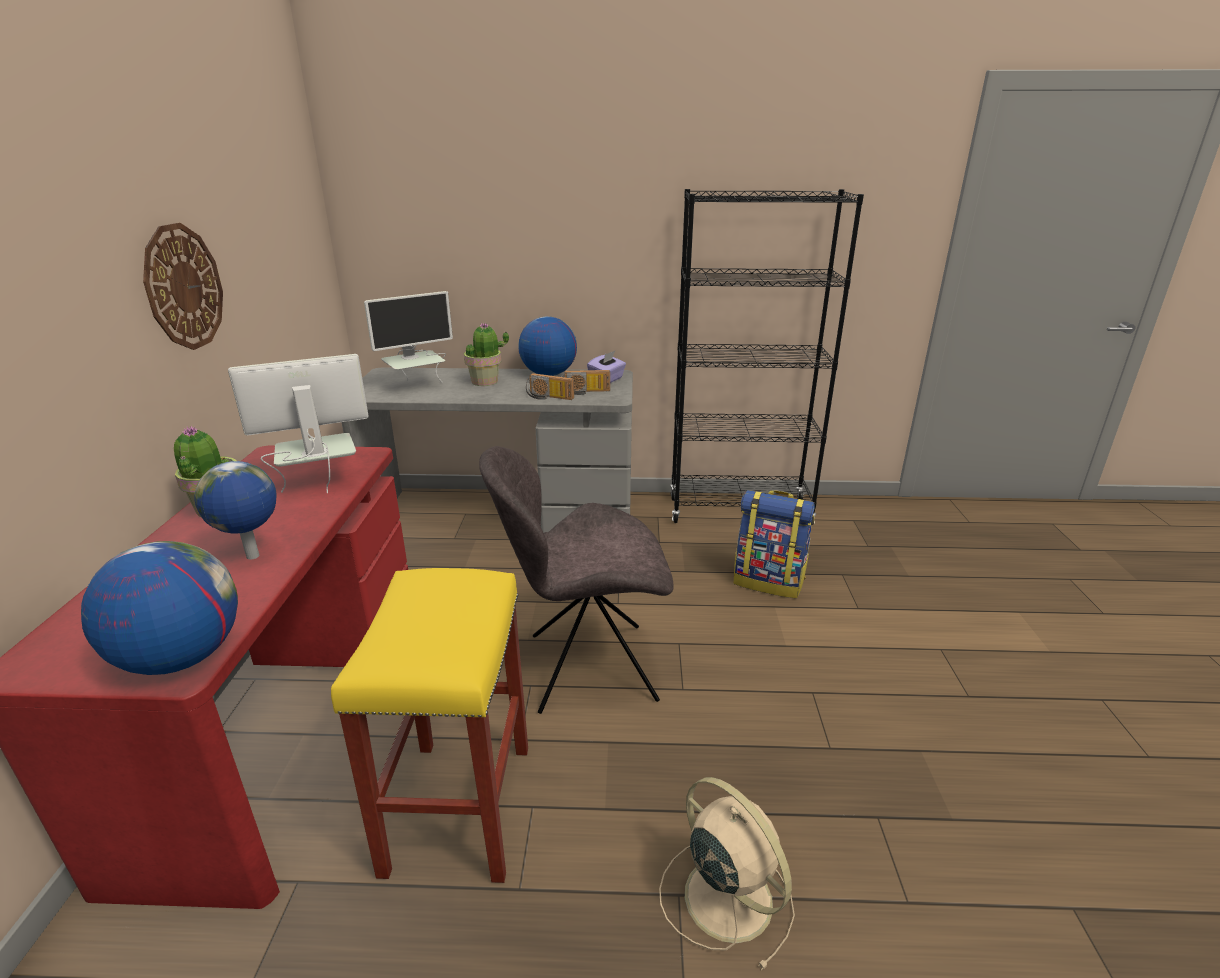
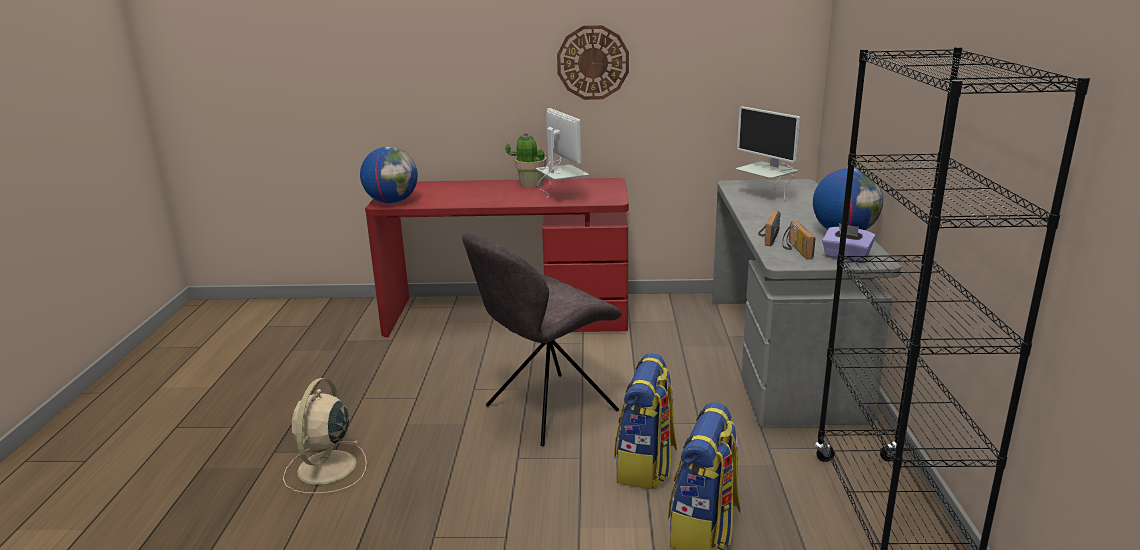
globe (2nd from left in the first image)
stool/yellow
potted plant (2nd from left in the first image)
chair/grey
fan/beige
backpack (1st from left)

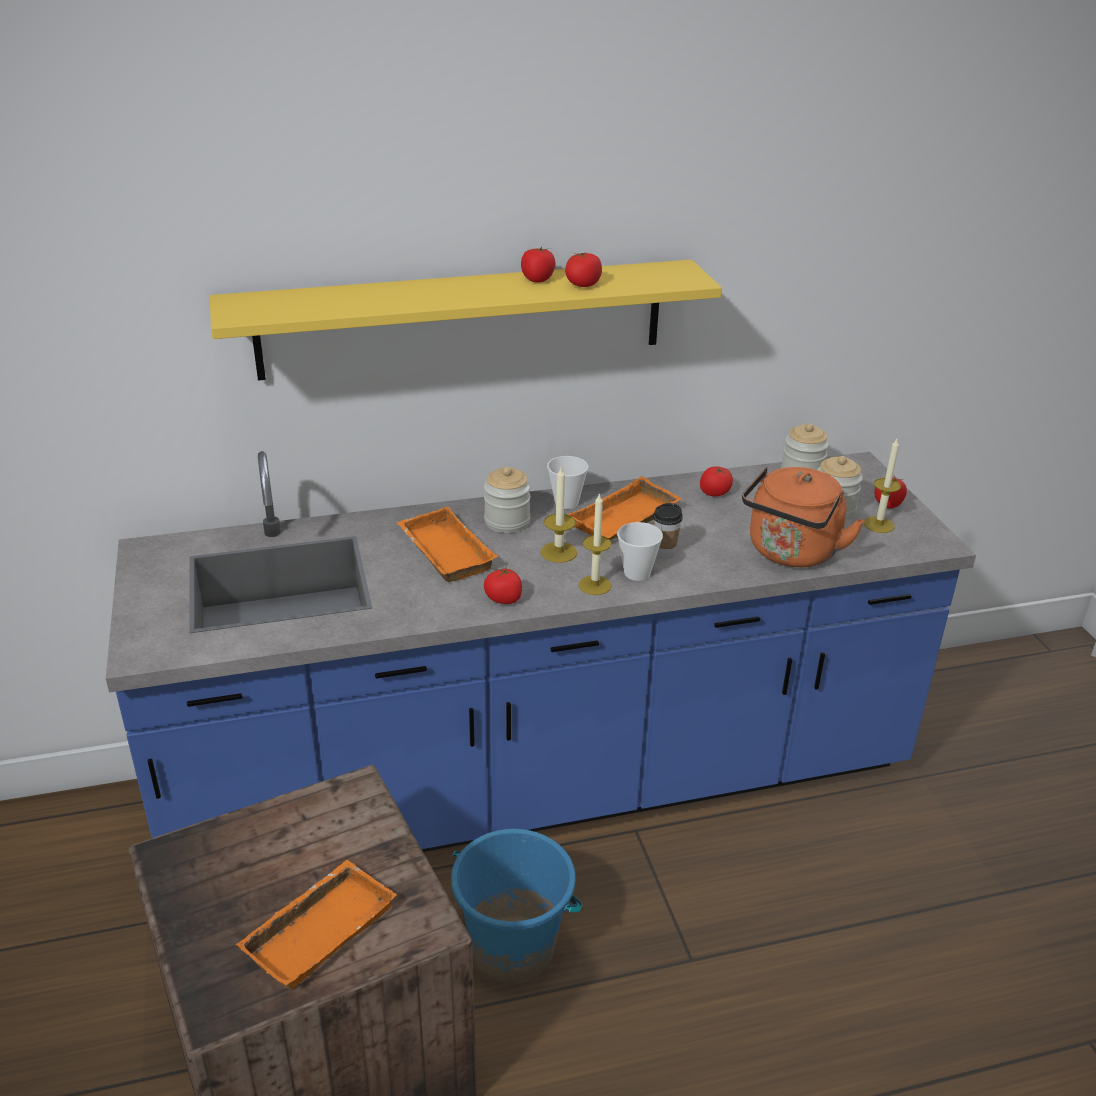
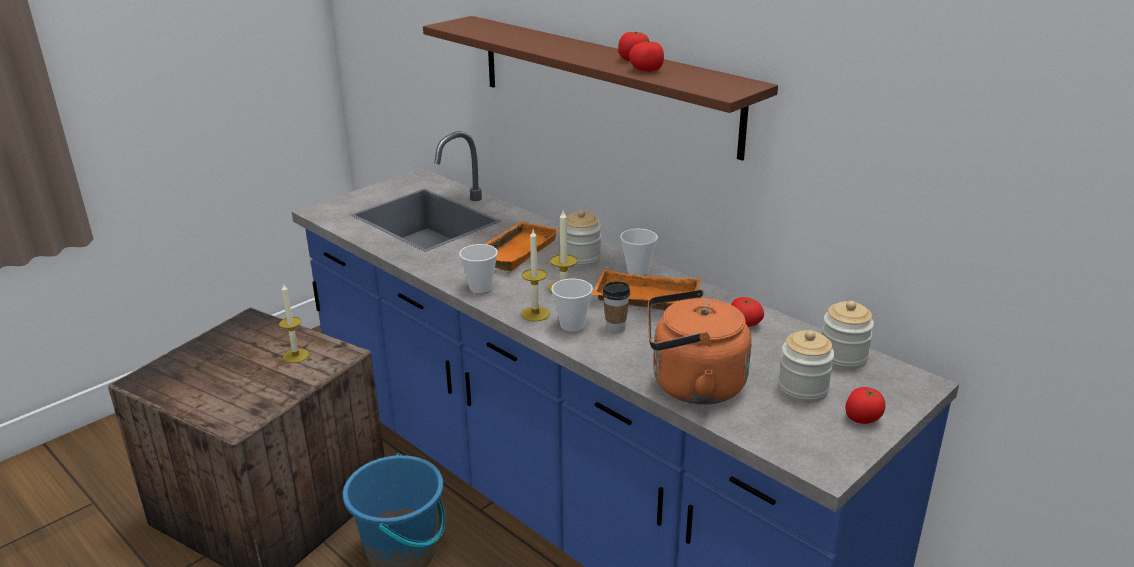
shelf/brown
tray/orange (1st from left in the first image)
cup (1st from left)
candle (1st from left)

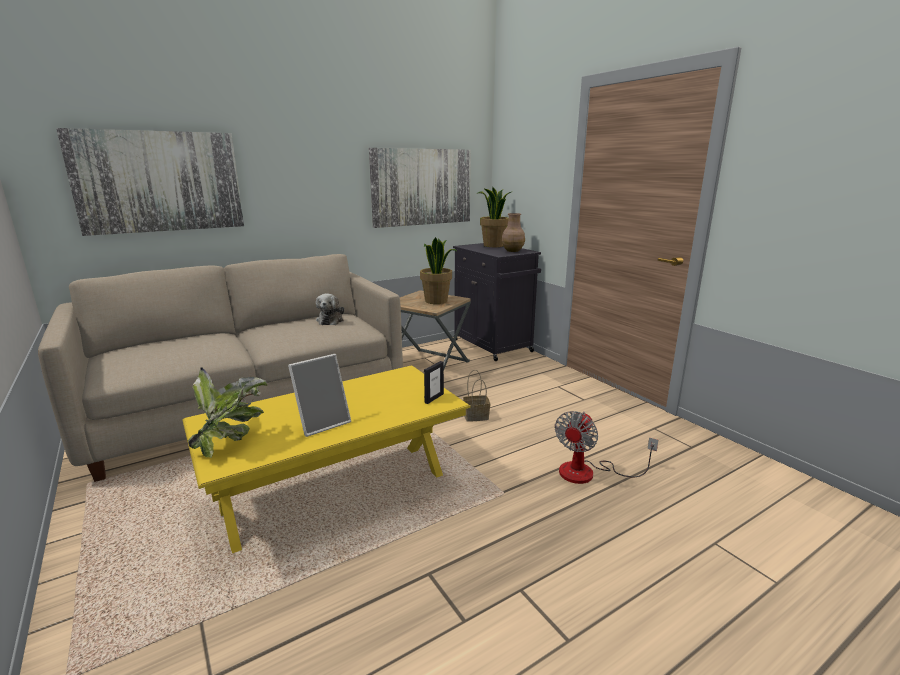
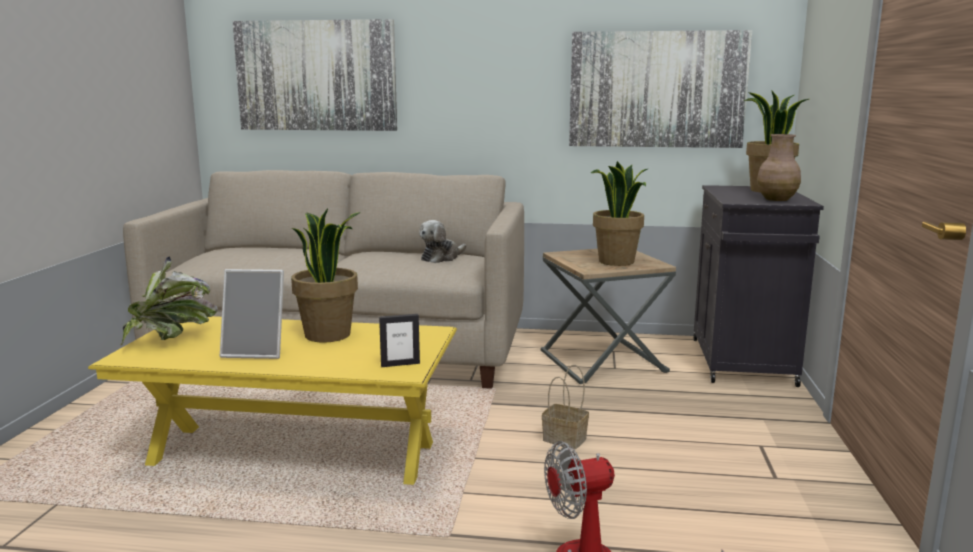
potted plant (2nd from left)

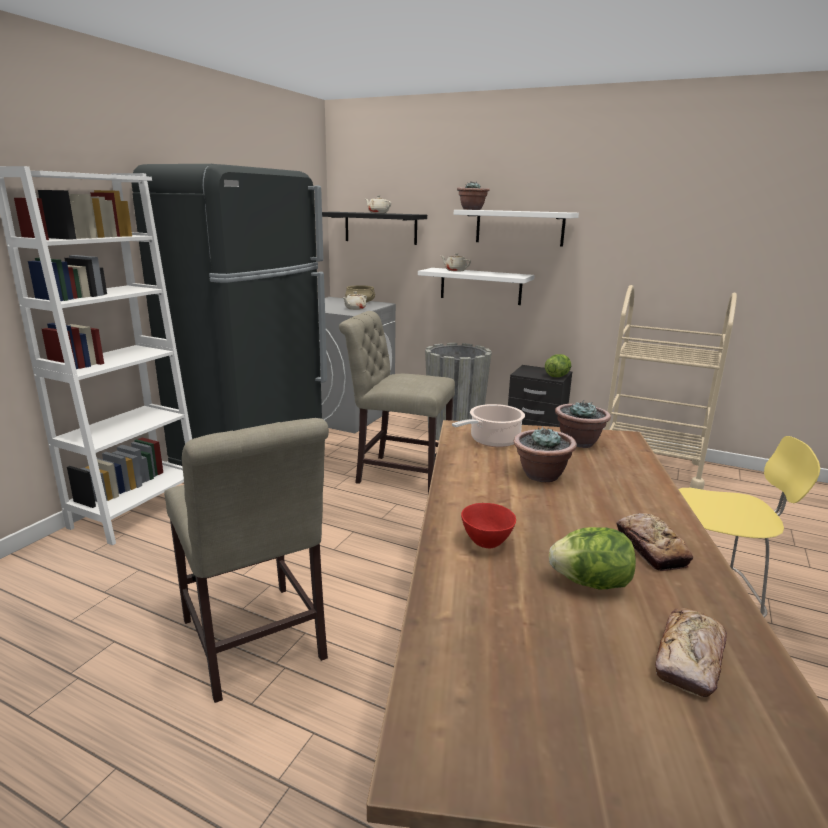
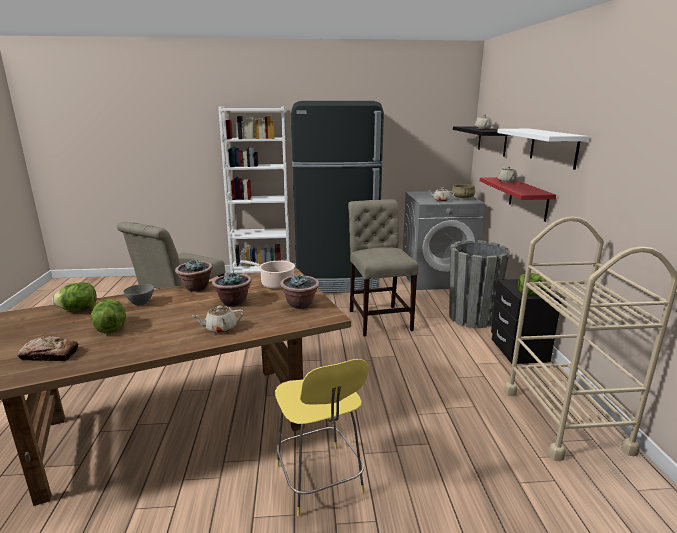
shelf/red
potted plant (1st from left)
bowl/grey
bread (1st from left in the first image)
lettuce (1st from left)
teapot/beige (1st from left)

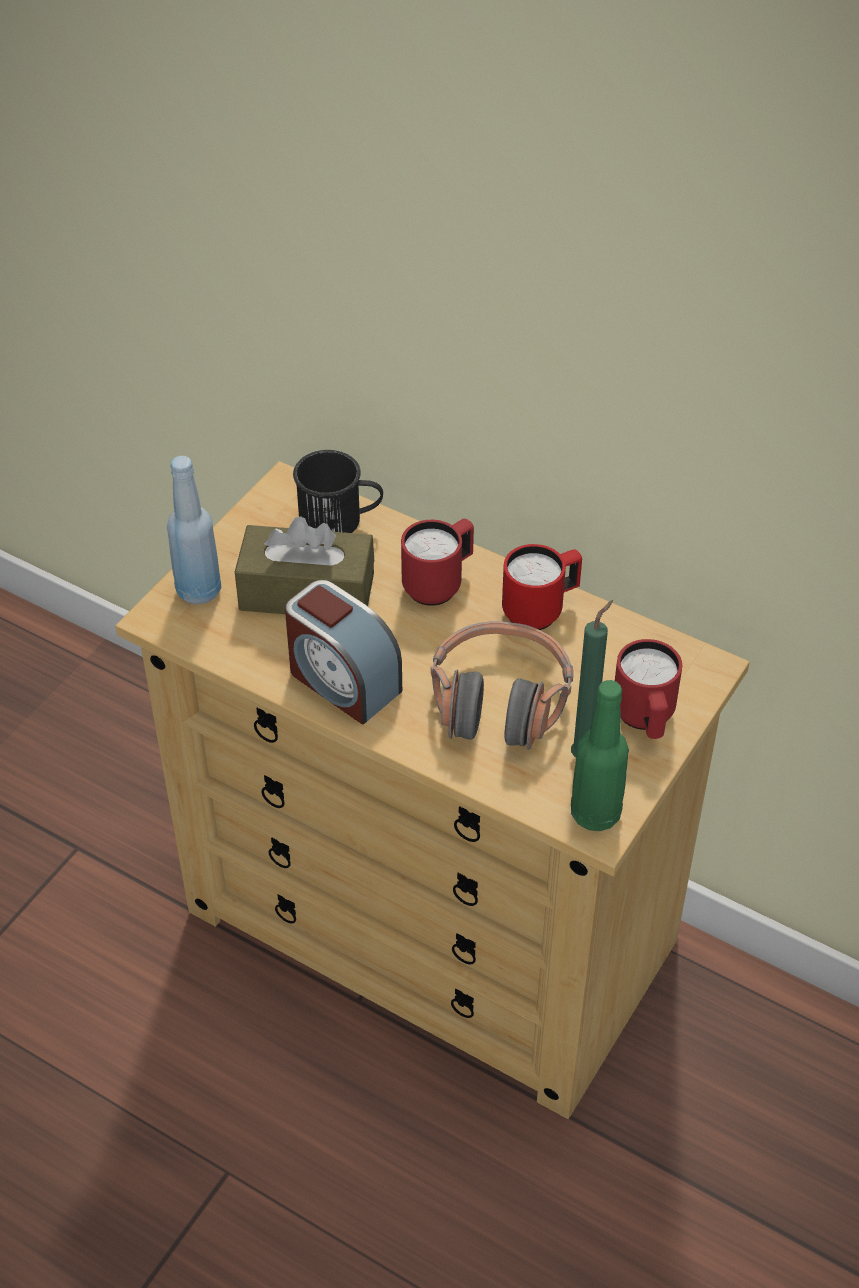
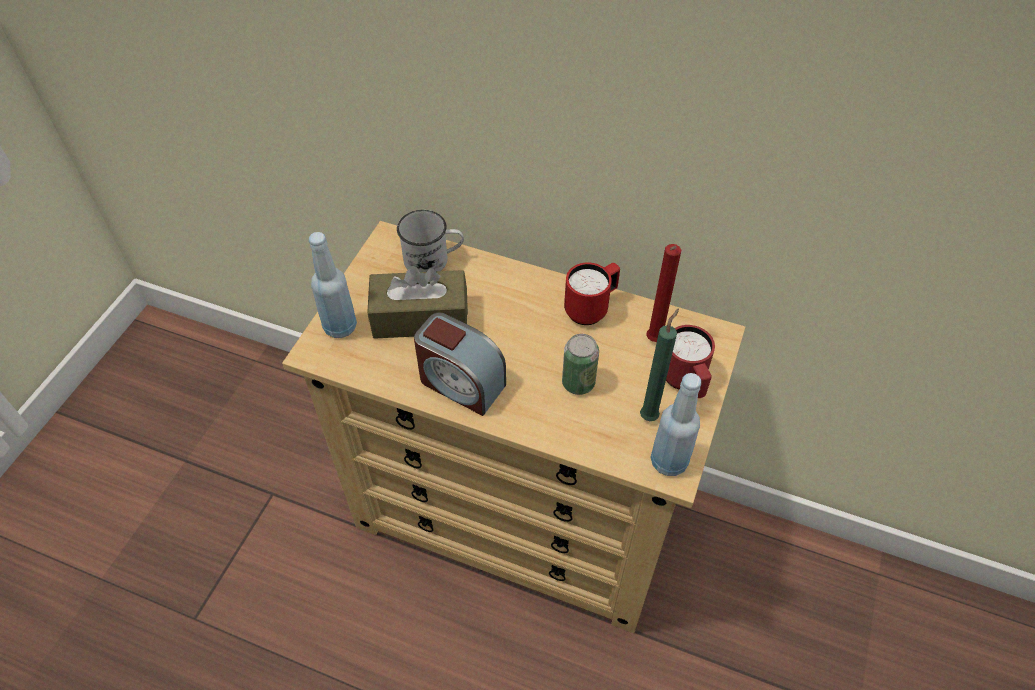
mug/white
mug/red (1st from left in the first image)
can
bottle/blue (2nd from left)
candle/red

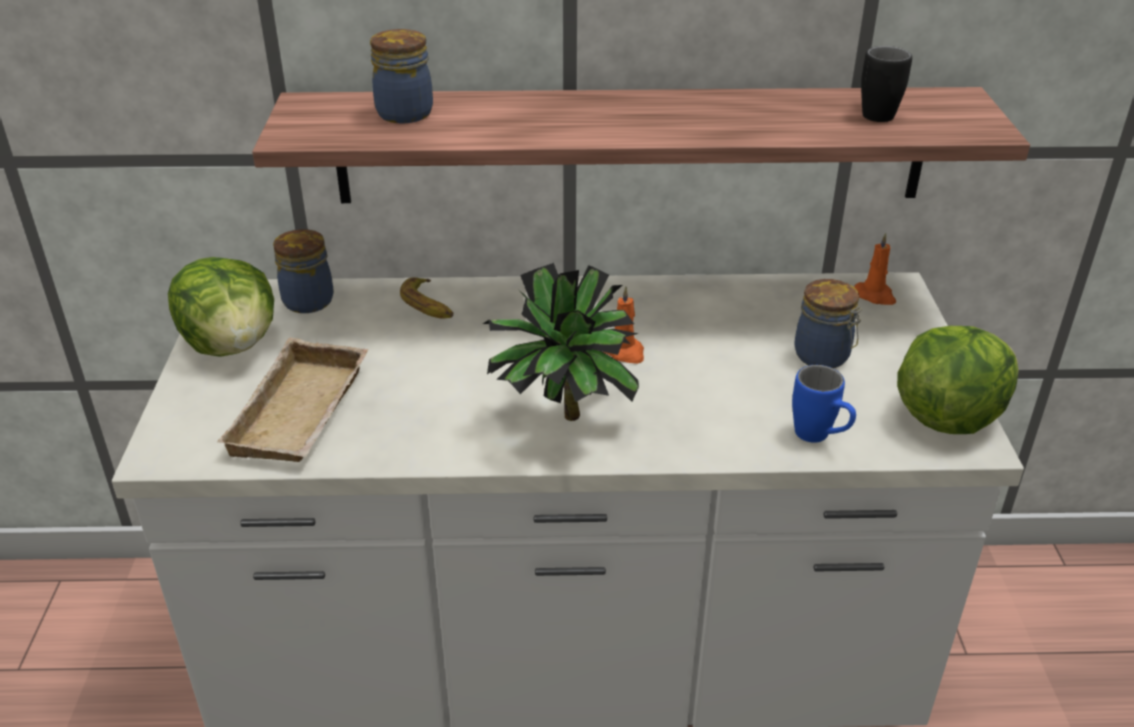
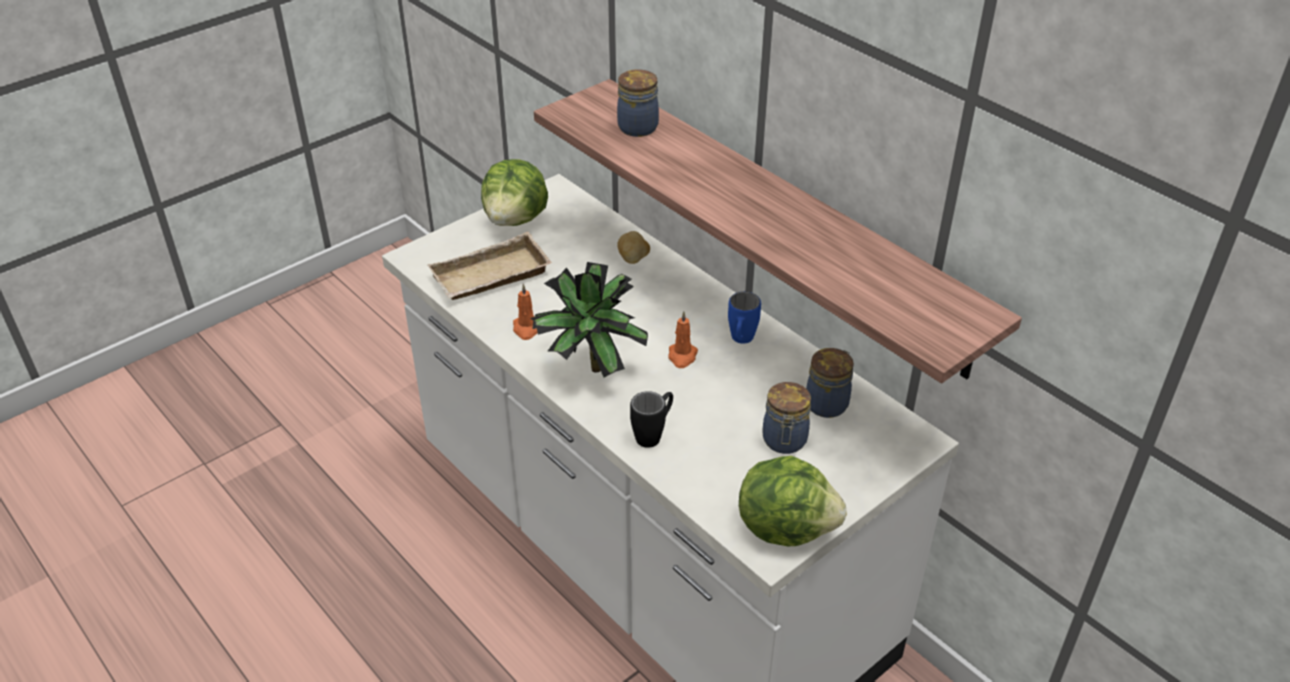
jar (3rd from left)
potato
mug/blue
candle/orange (1st from left)
mug/black

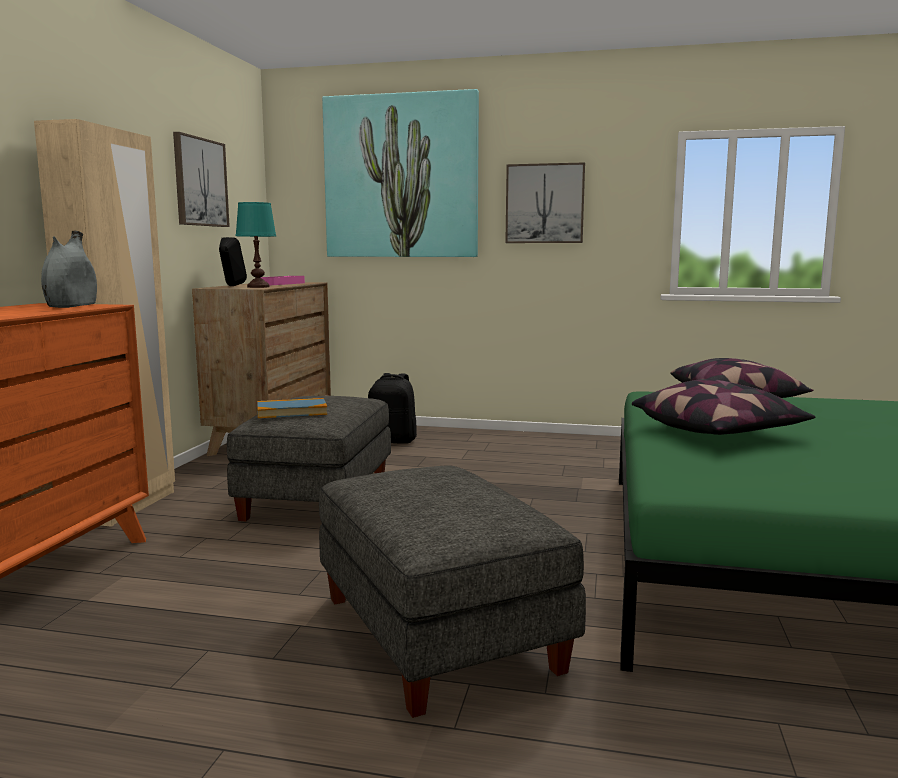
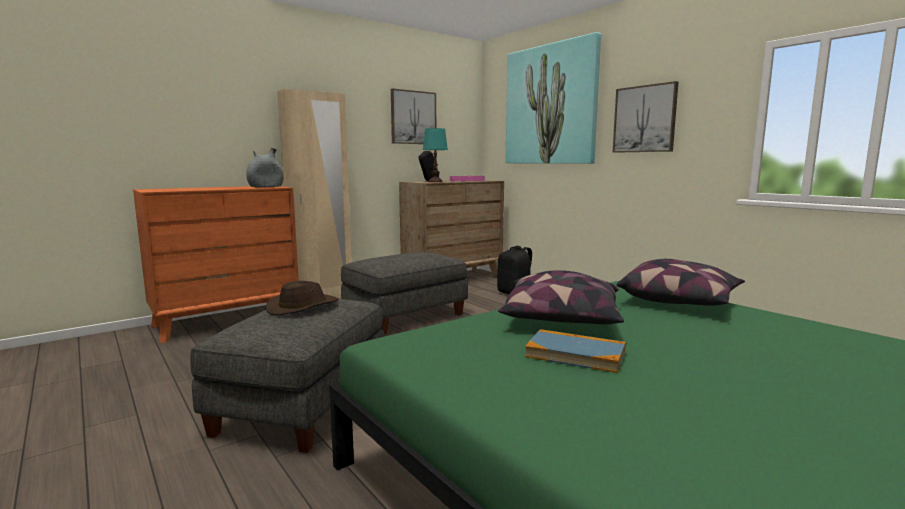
book
hat/brown

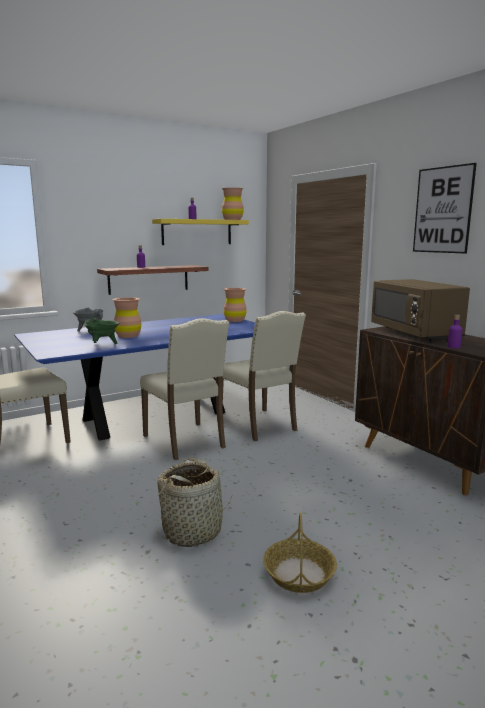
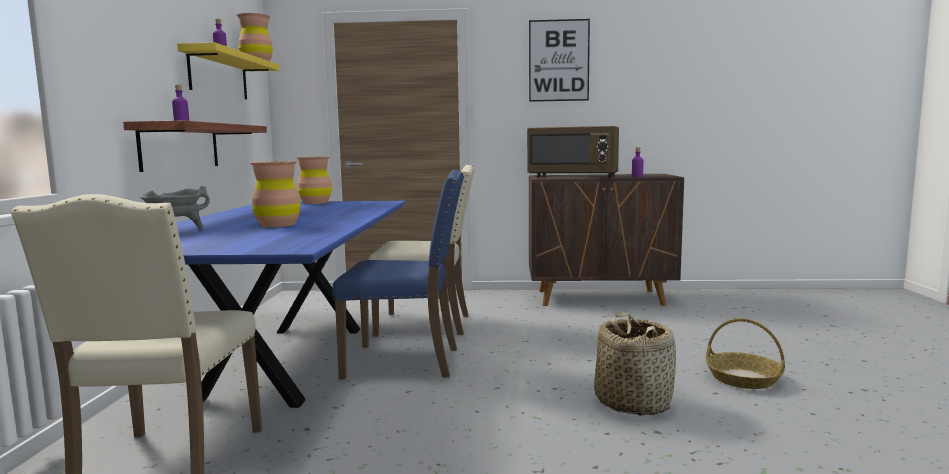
cooking pot/green
chair/blue

